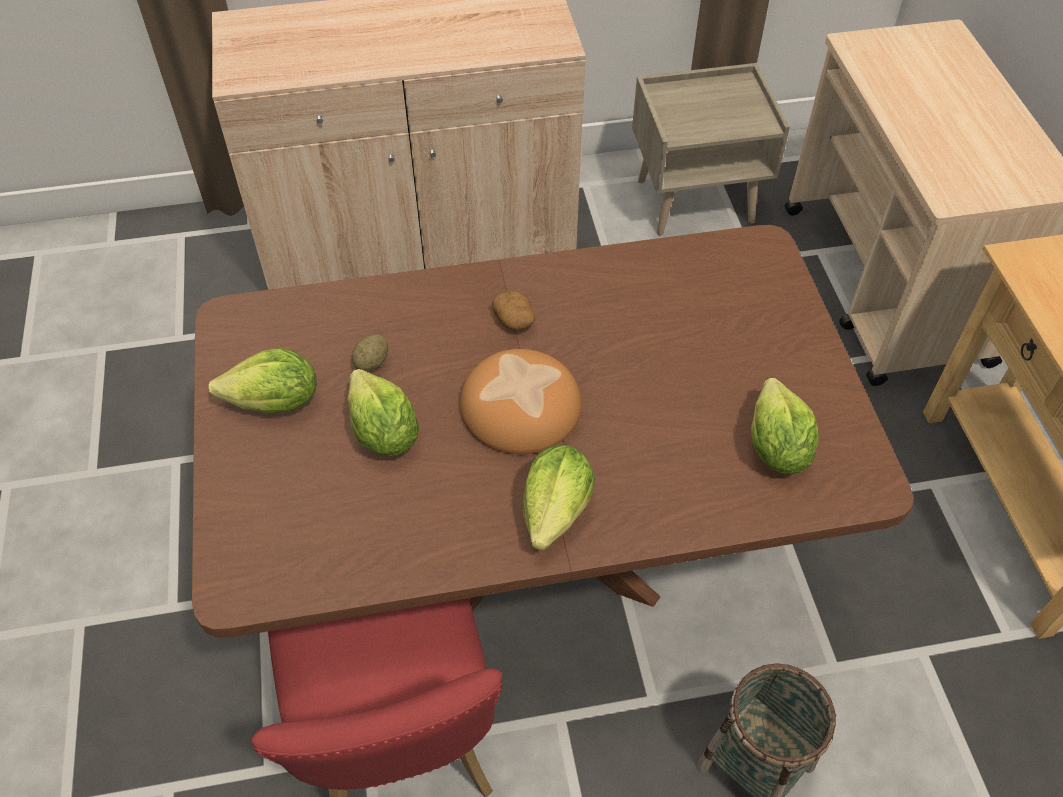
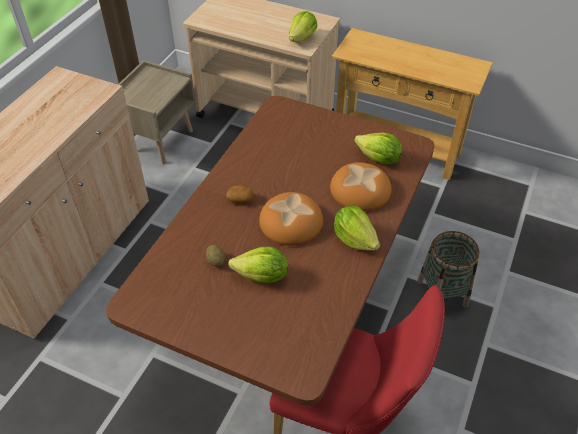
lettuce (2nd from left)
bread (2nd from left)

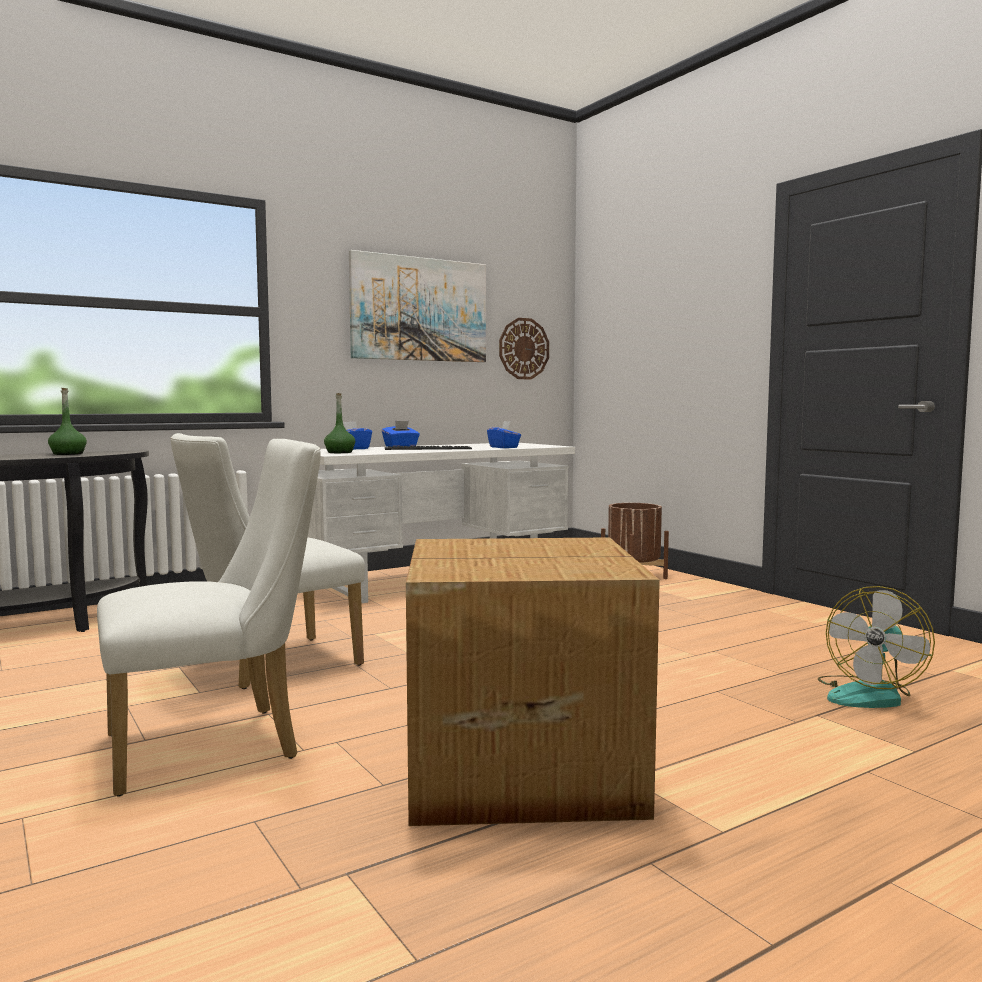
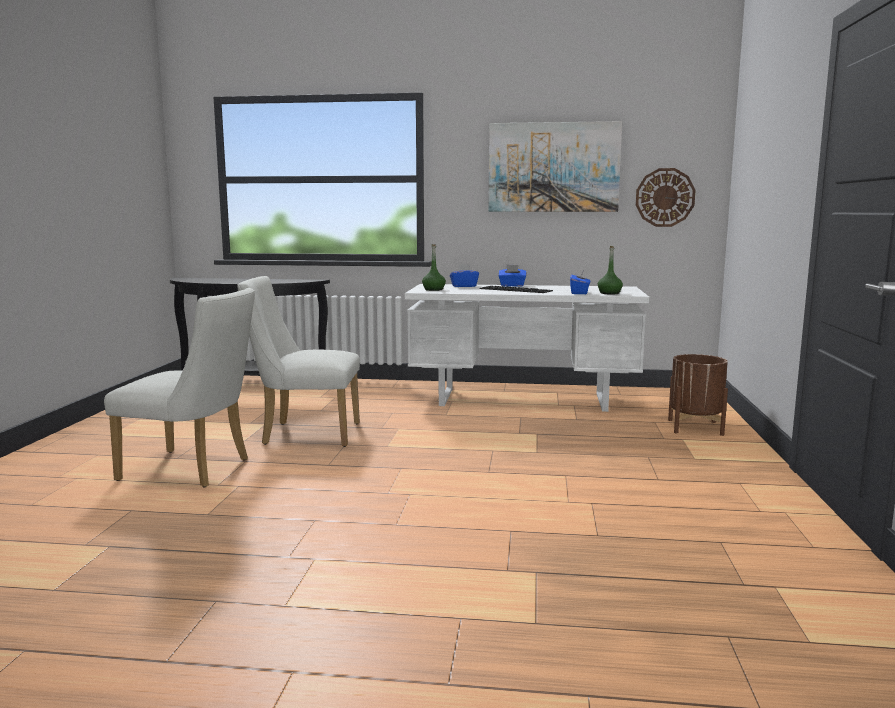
bottle/green (2nd from left)
cardboard box
fan

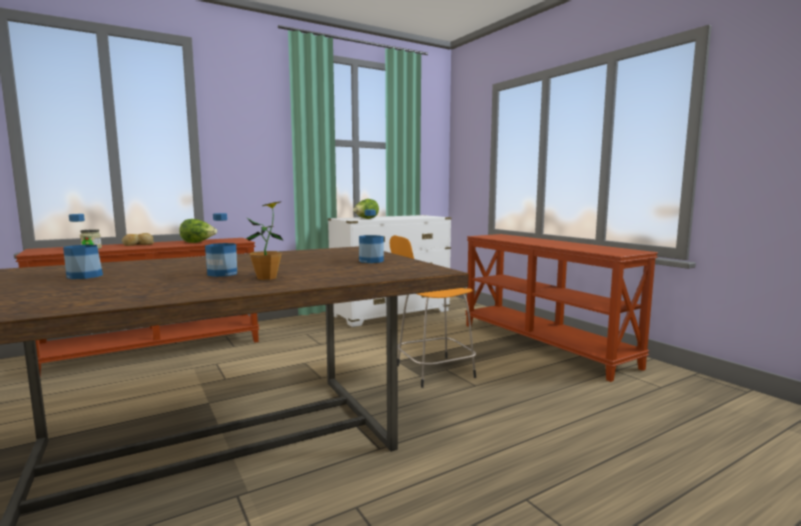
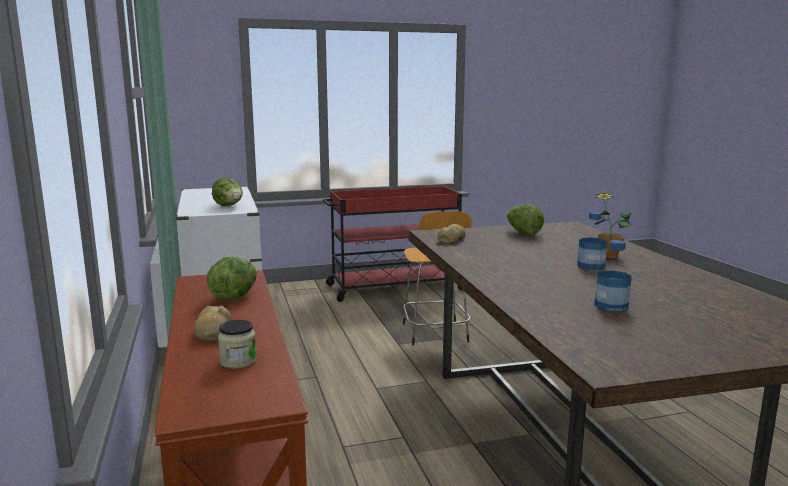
lettuce (3rd from left)
cart/red
bread (2nd from left)

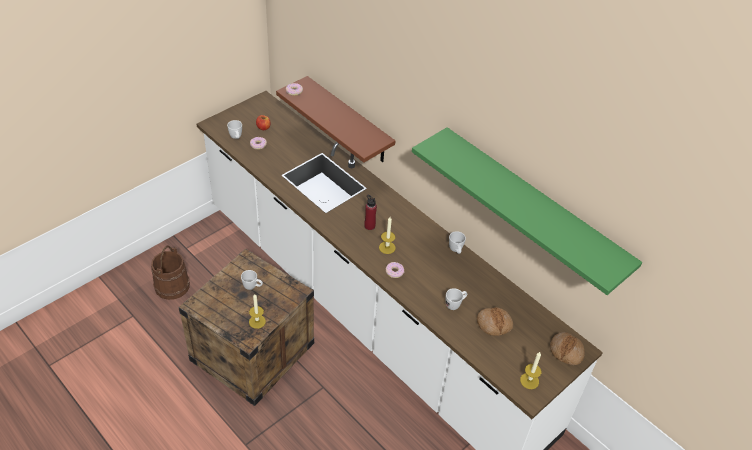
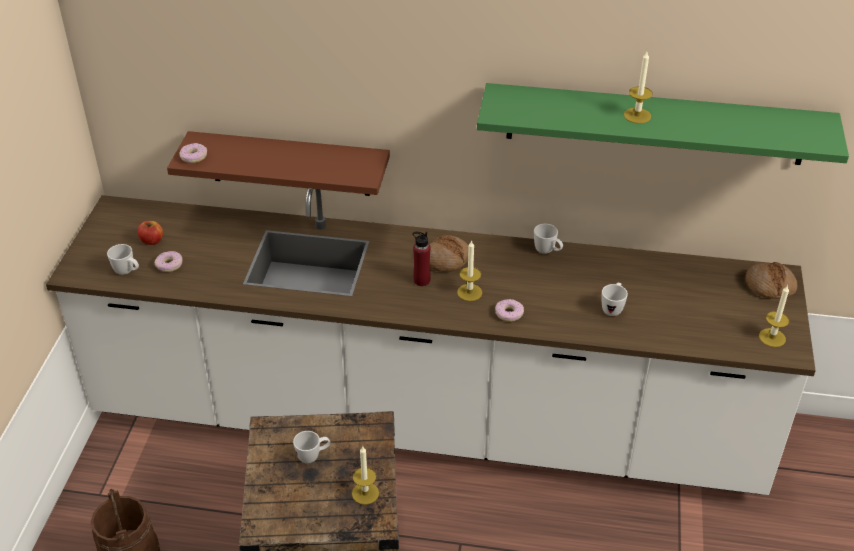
bread (1st from left)
candle (3rd from left)

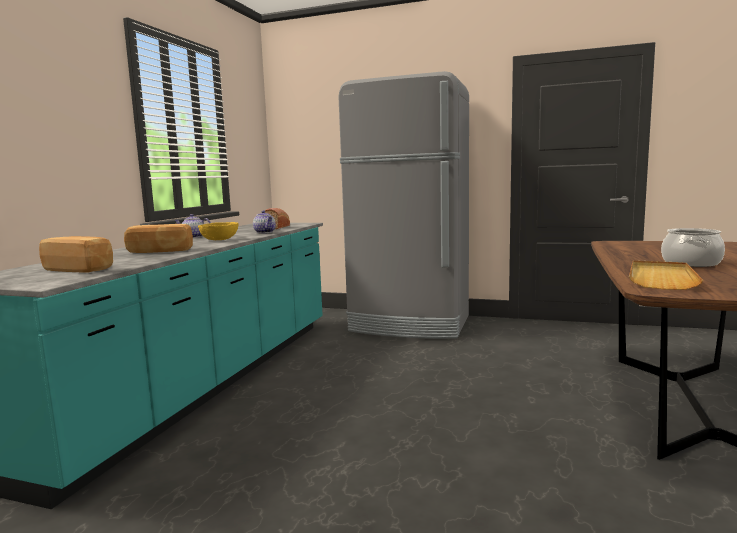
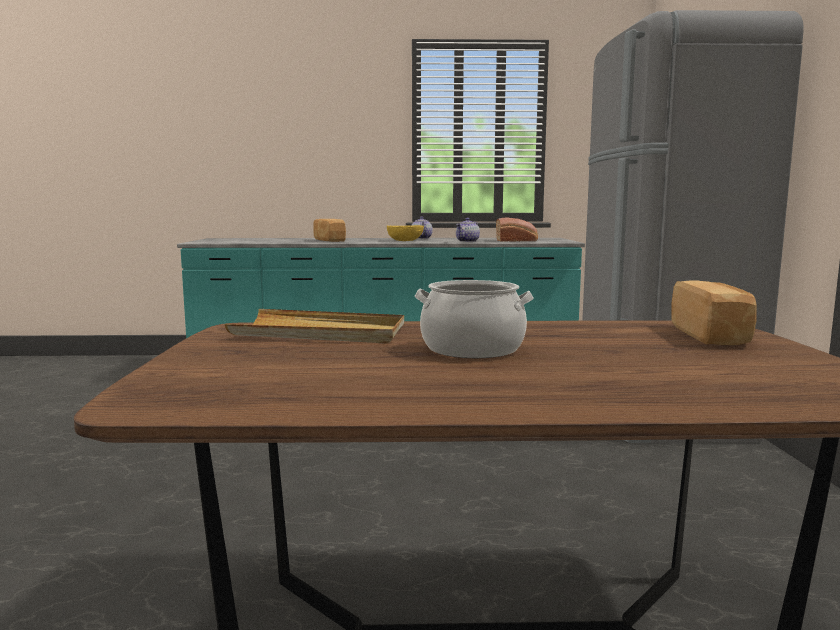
bread (3rd from left)

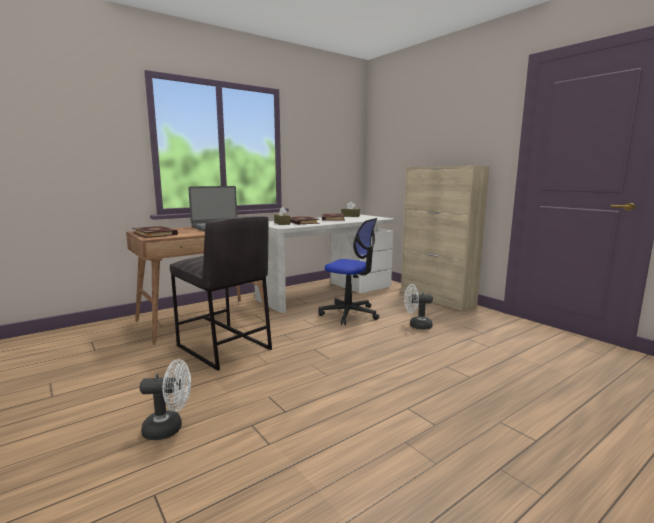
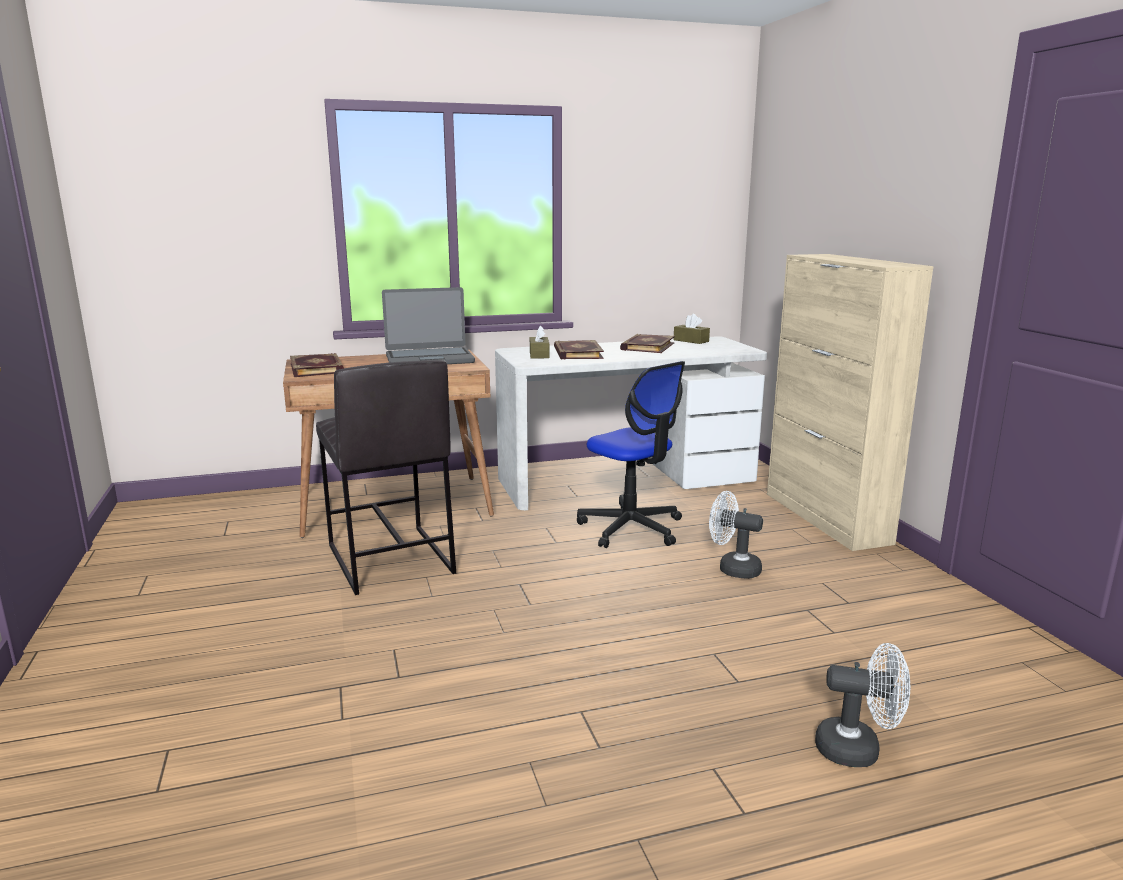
fan/white (2nd from left)

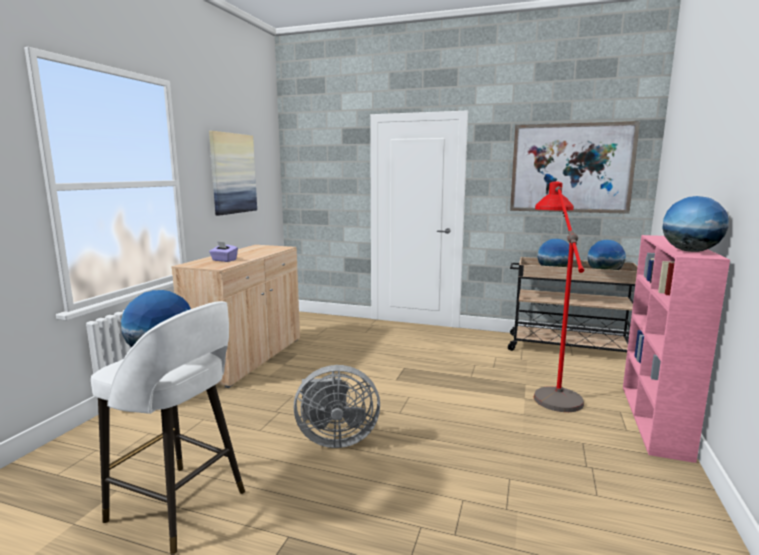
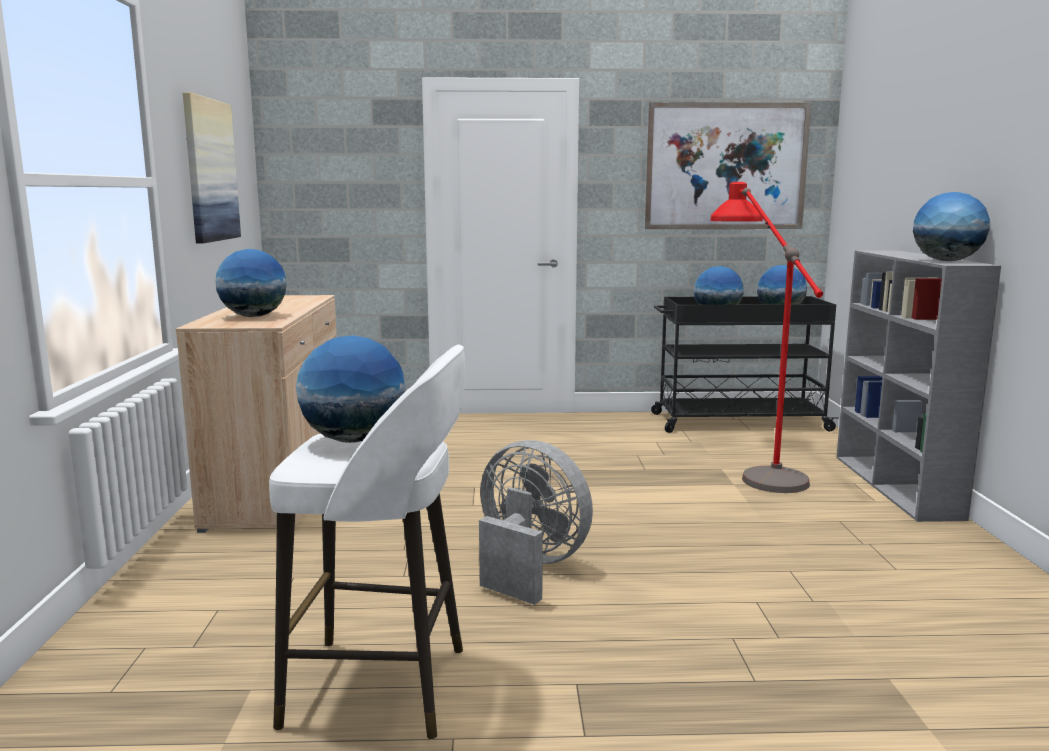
globe (1st from left)
fan/grey
cart/black
bookcase/grey

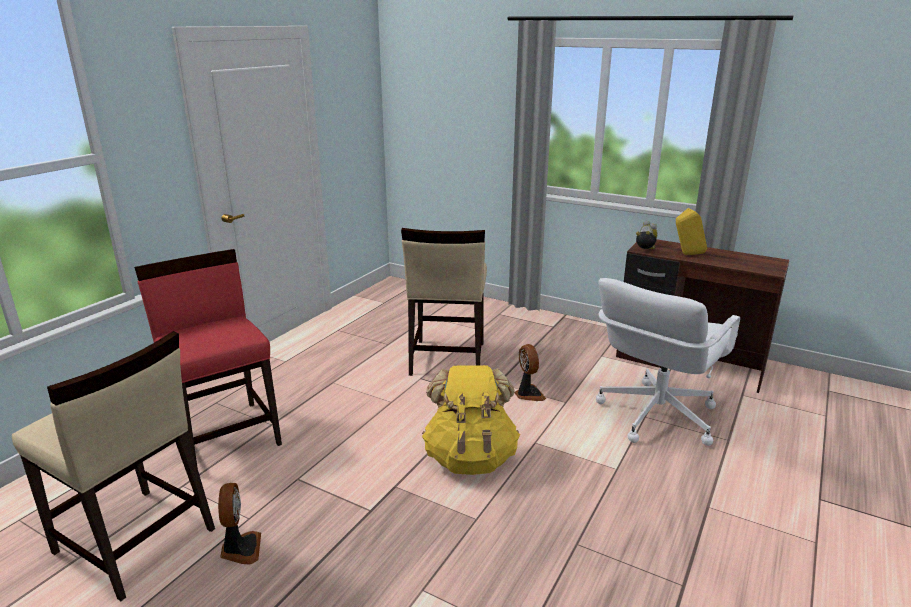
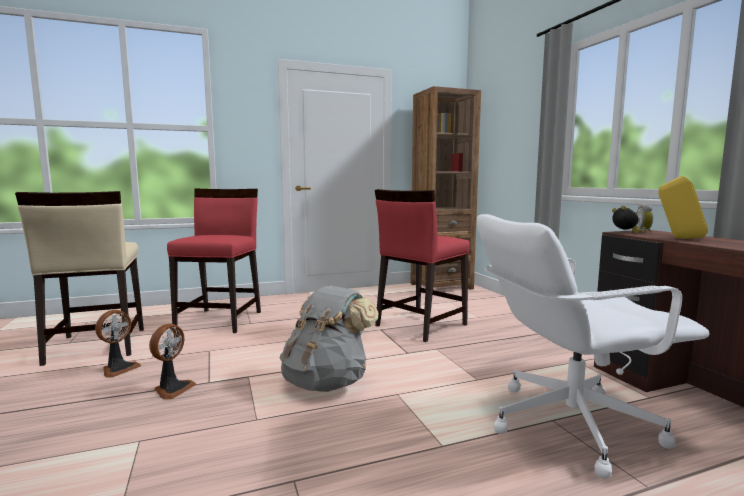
chair/red (2nd from left)
backpack/grey
fan (2nd from left)
bookcase/brown

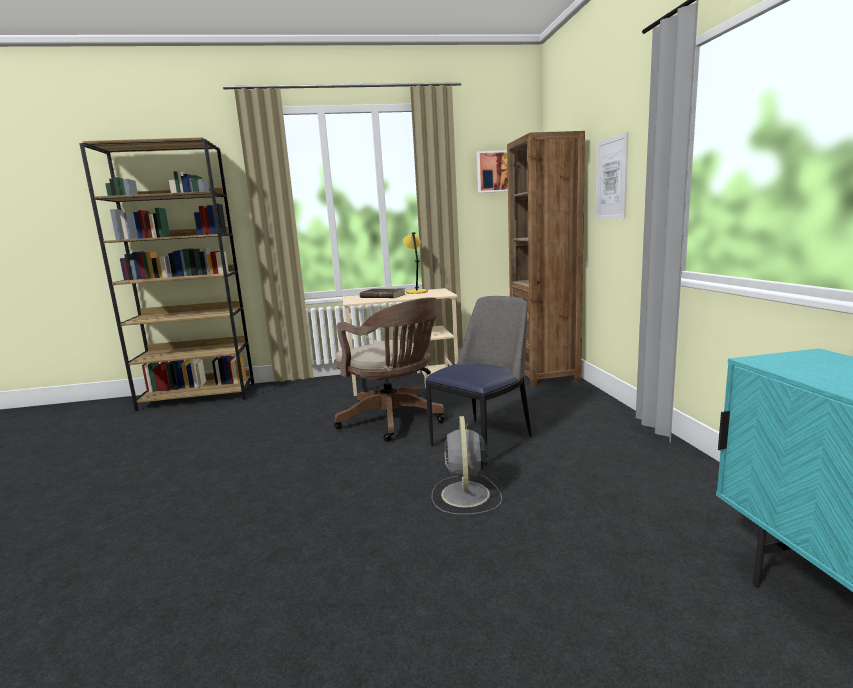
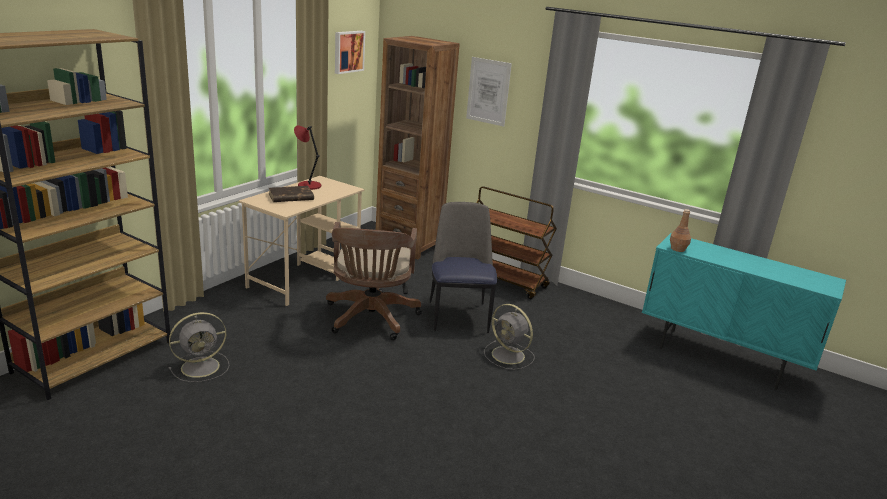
office chair/brown
table lamp/red
fan/grey (1st from left)
cart/brown
bottle/brown

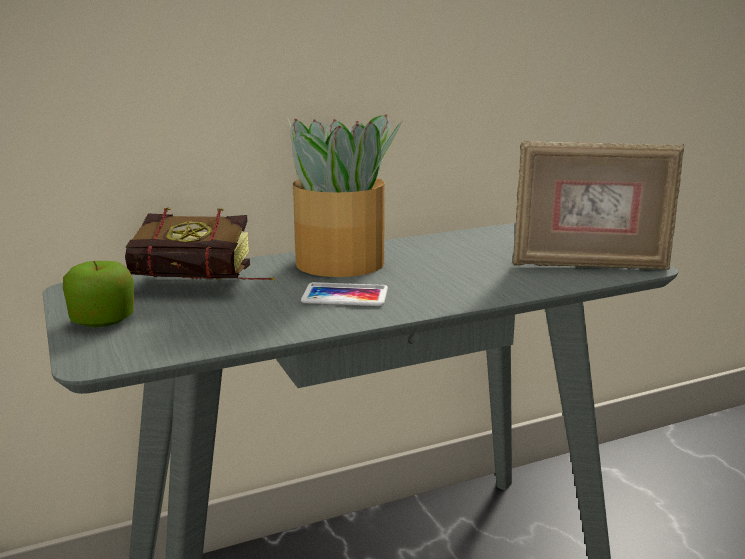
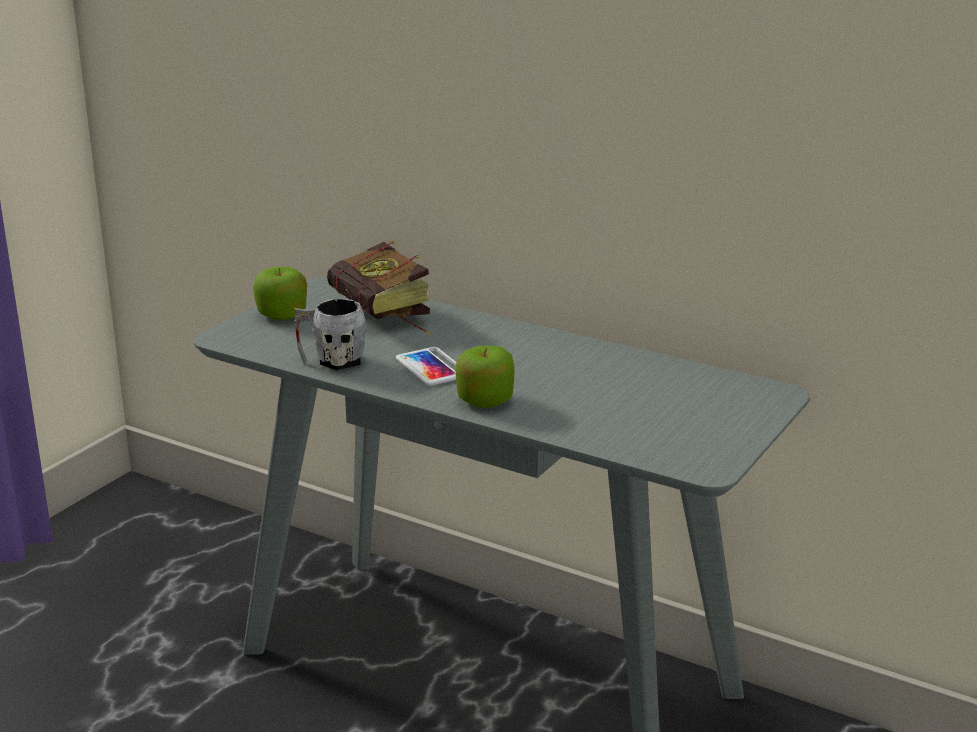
potted plant
picture frame
mug/grey
apple (2nd from left)

